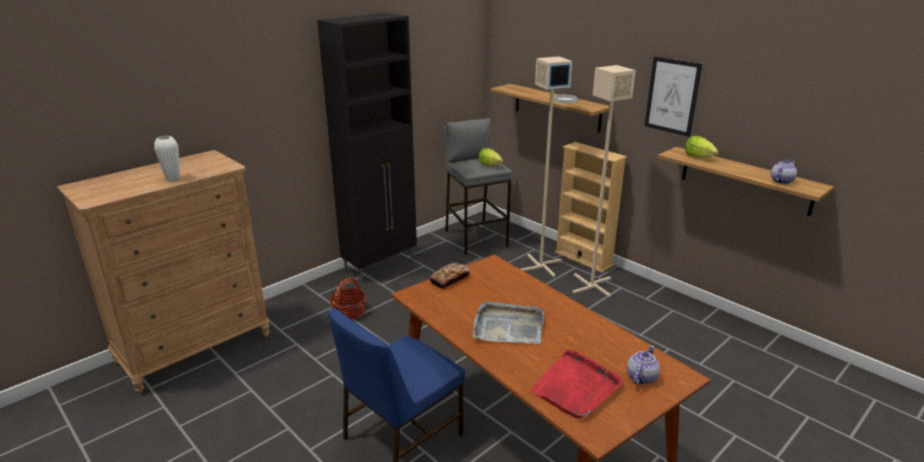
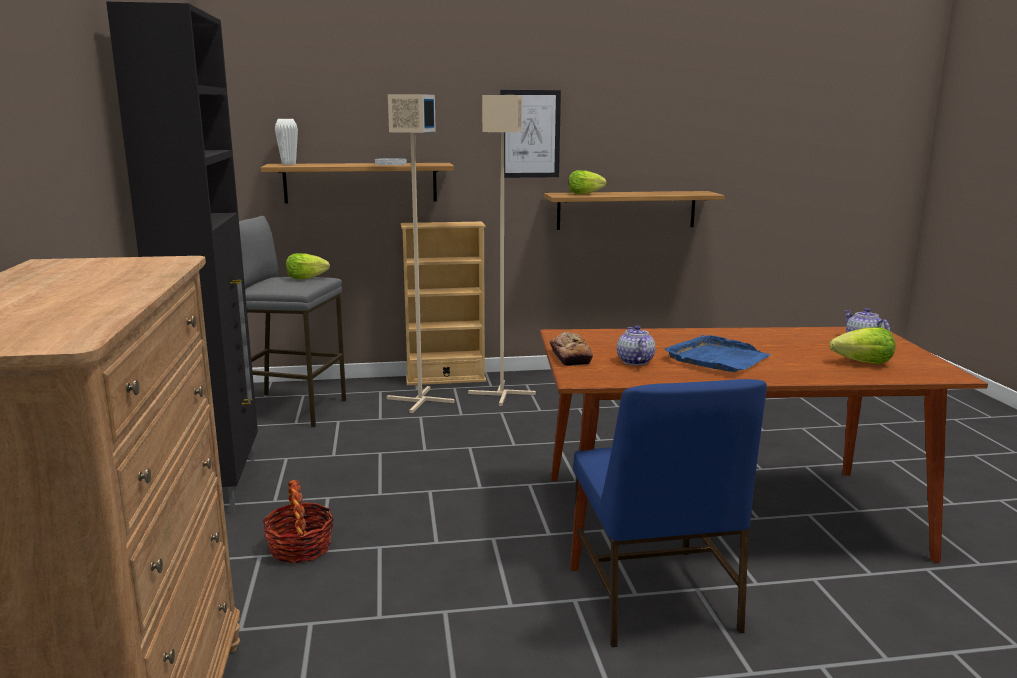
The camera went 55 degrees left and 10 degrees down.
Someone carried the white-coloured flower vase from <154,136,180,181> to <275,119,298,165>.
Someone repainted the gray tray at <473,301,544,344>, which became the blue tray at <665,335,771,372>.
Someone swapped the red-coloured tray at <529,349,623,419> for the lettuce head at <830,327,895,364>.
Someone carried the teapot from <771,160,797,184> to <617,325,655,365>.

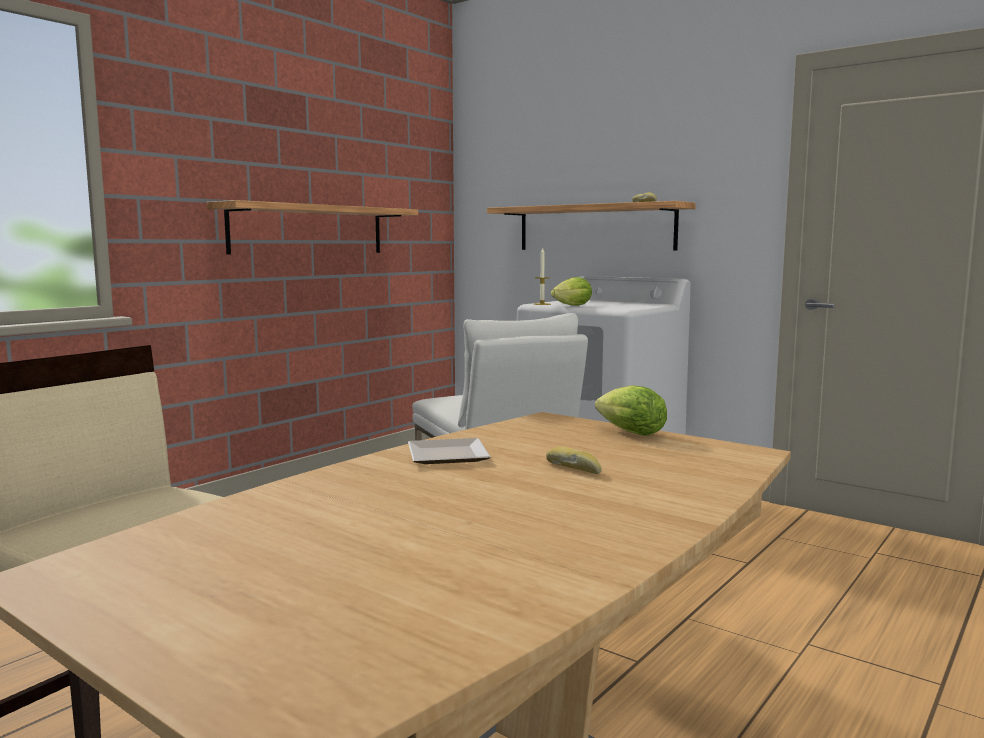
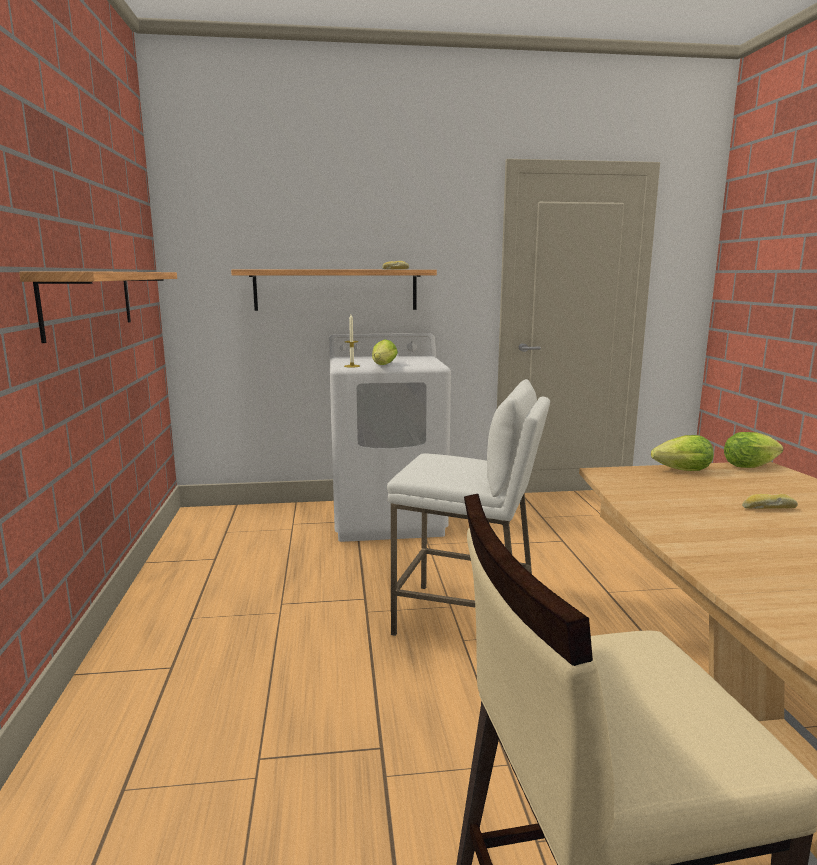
The camera went 45 degrees left and 5 degrees up.
Someone took away the dinner plate at <408,438,491,464>.
Someone put down the lettuce head at <724,432,783,468>.

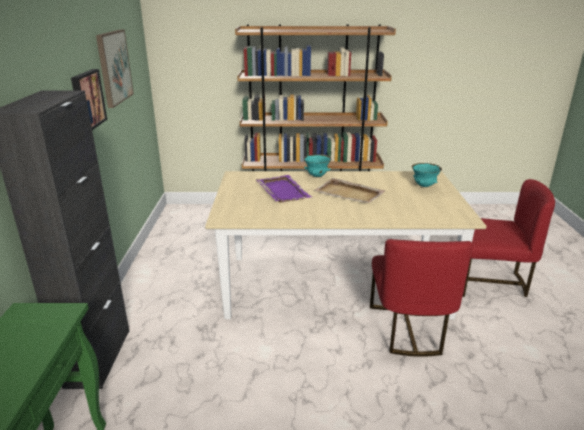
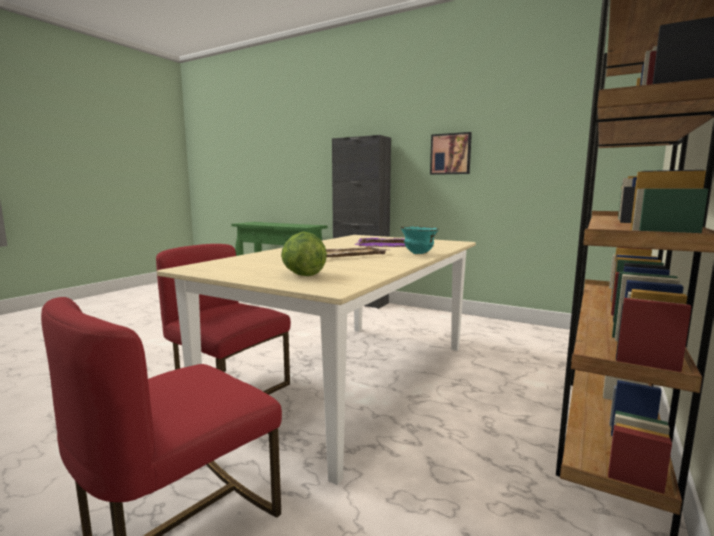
The camera went 120 degrees right and 15 degrees down.
Someone took away the picture at <96,30,134,108>.
Someone swapped the blue-green serving bowl at <412,163,442,187> for the lettuce head at <281,232,327,276>.

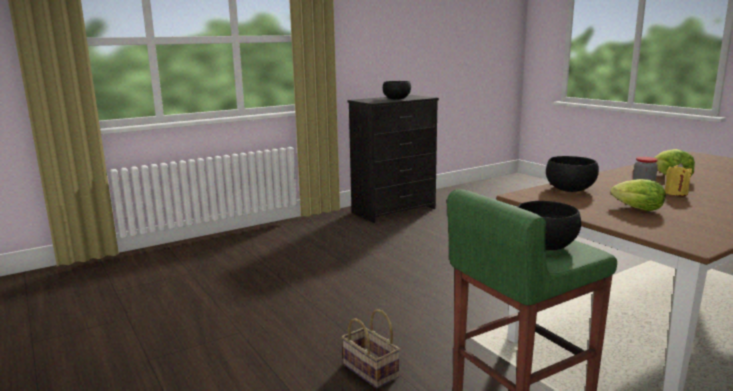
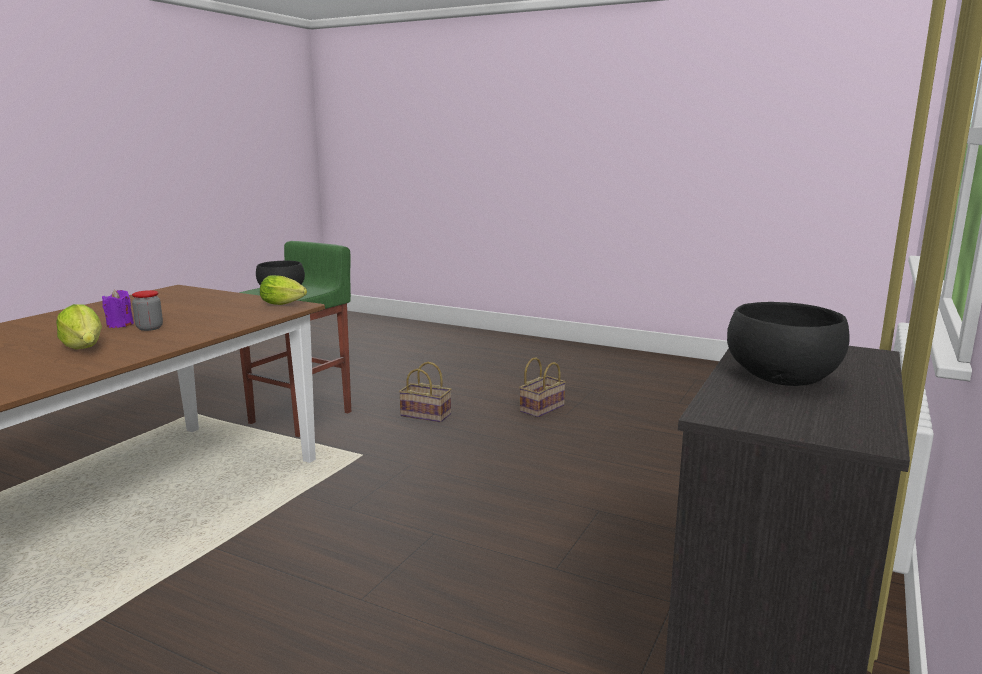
The camera went 150 degrees right and 0 degrees up.
Someone took away the black-coloured serving bowl at <546,156,599,192>.
Someone carried the lettuce head from <611,179,666,211> to <260,275,307,305>.
Someone repainted the yellowish candle at <665,163,692,196>, which became the purple-coloured candle at <102,289,134,328>.
Someone put down the household basket at <519,357,566,418>.

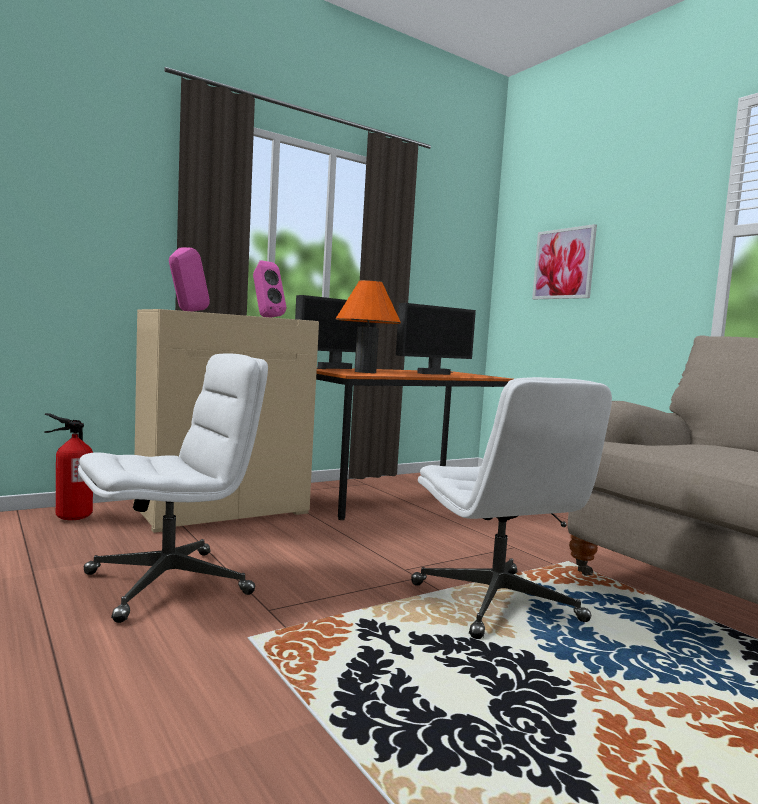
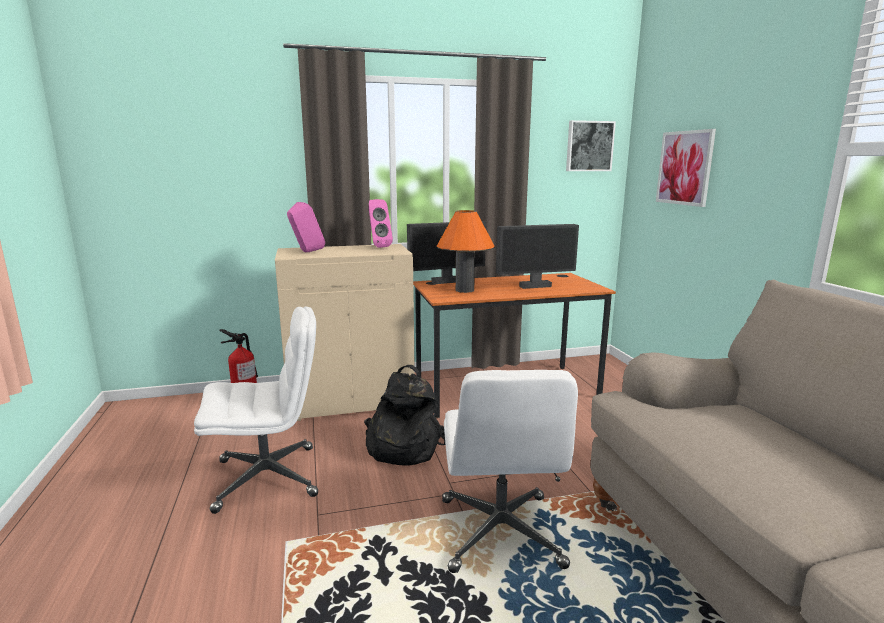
The camera went 20 degrees right and 10 degrees up.
Someone put down the black-coloured knapsack at <364,365,445,465>.
Someone put up the picture at <566,120,616,171>.

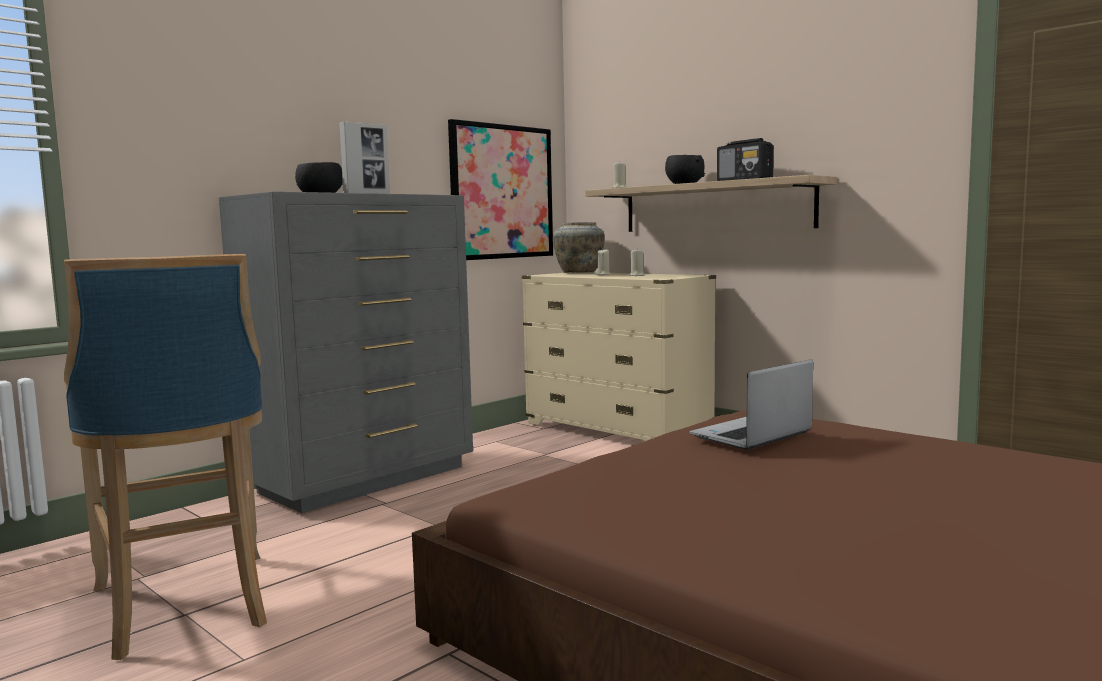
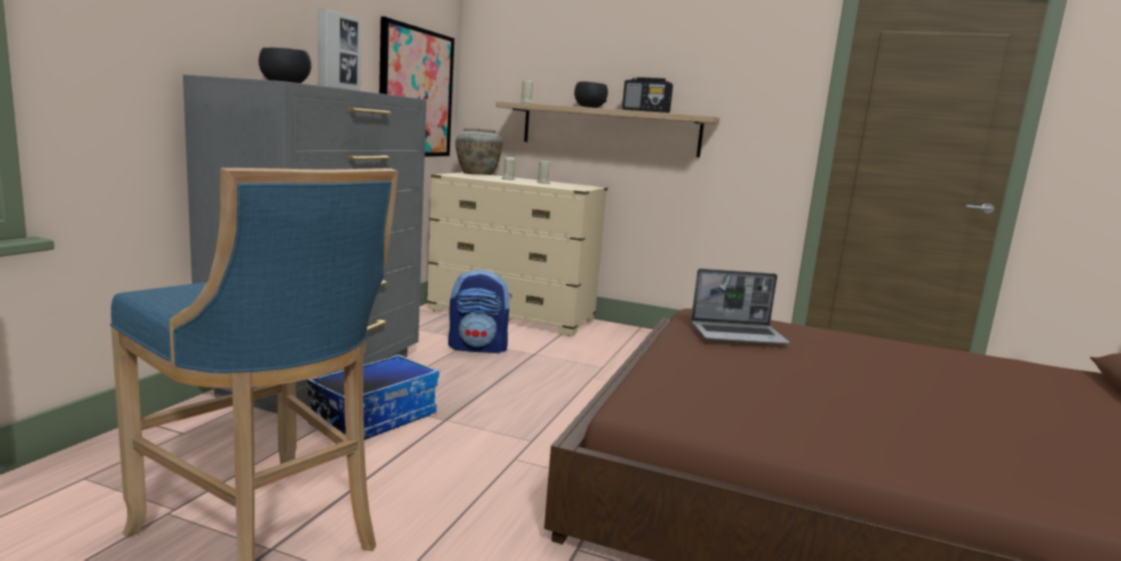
The camera went 25 degrees left and 5 degrees up.
Someone rotated the portable computer at <690,359,813,450> by 120 degrees counterclockwise.
Someone put down the storage bin at <307,354,439,440>.
Someone put down the knapsack at <448,270,512,353>.

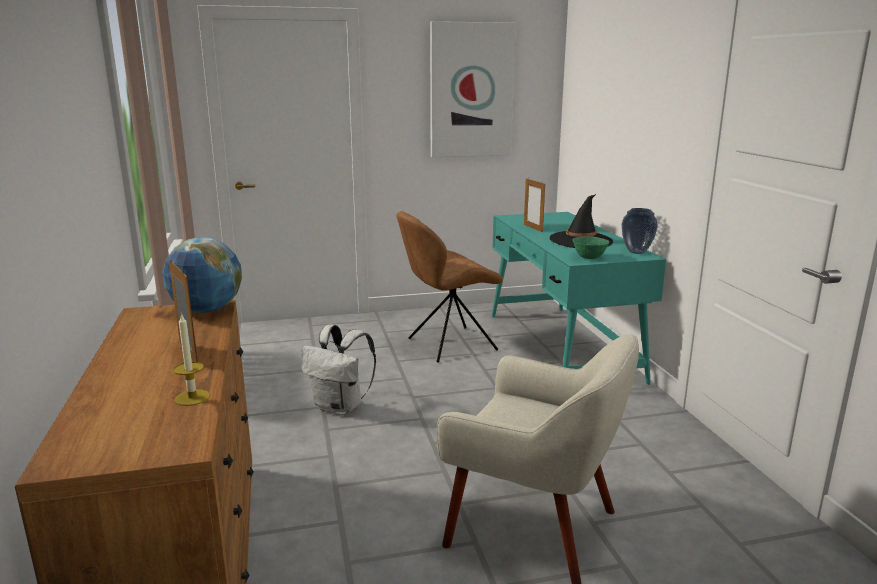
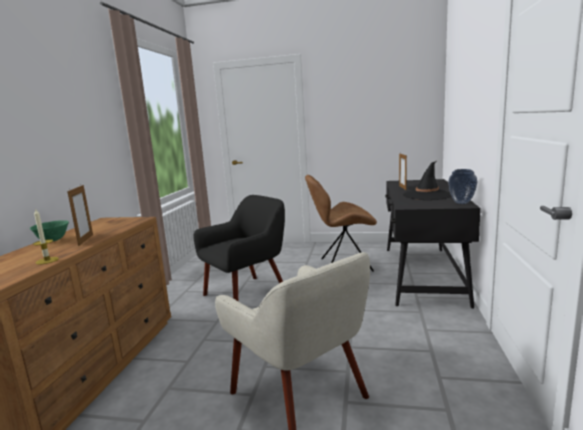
The camera went 25 degrees right and 5 degrees down.
Someone took away the globe at <162,237,242,313>.
Someone swapped the white-coloured knapsack at <301,324,376,415> for the black-coloured easy chair at <194,195,285,301>.
Someone took away the picture at <430,21,516,157>.
Someone repainted the blue-green desk at <492,212,666,385>, which became the black-coloured desk at <385,179,481,308>.
Someone carried the green-coloured serving bowl from <572,236,609,259> to <30,220,69,241>.

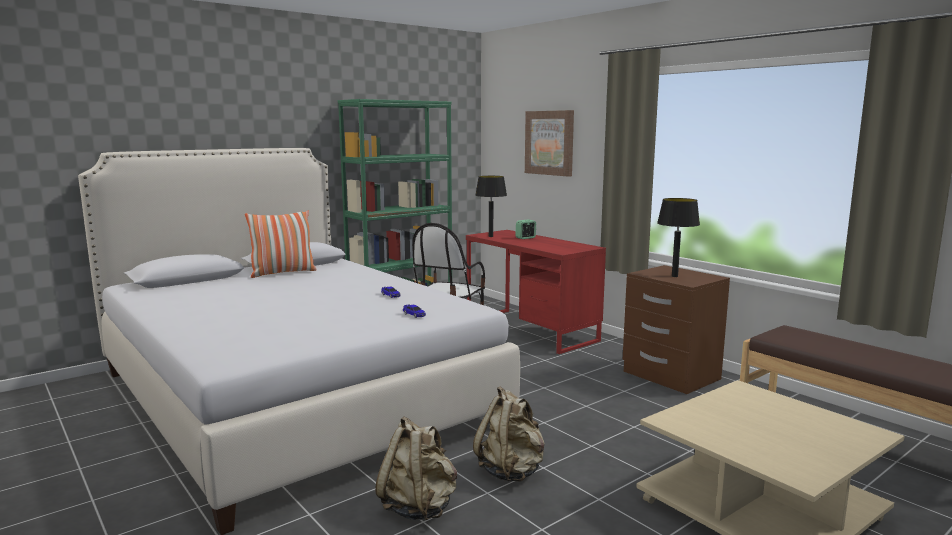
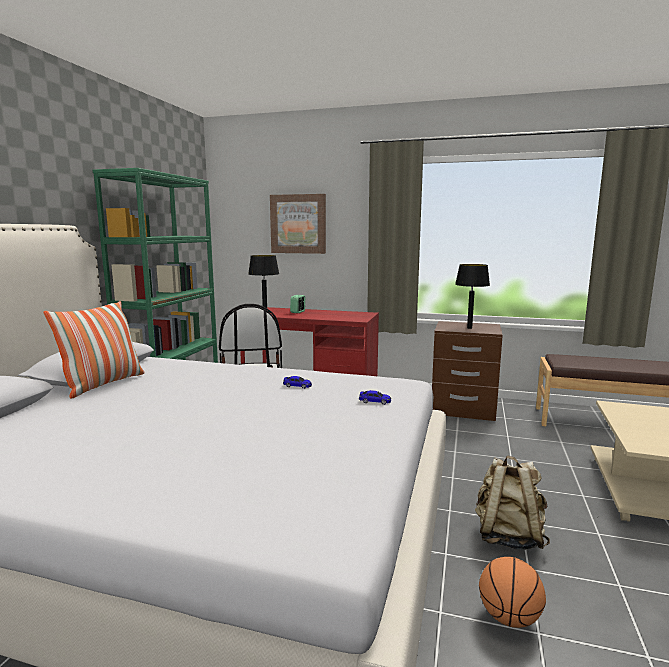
The camera went 35 degrees left and 0 degrees up.
Someone swapped the beige-coloured knapsack at <375,416,457,520> for the basketball at <479,557,546,628>.

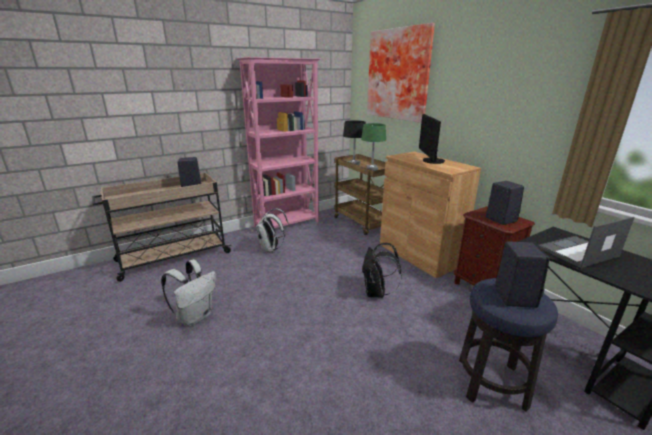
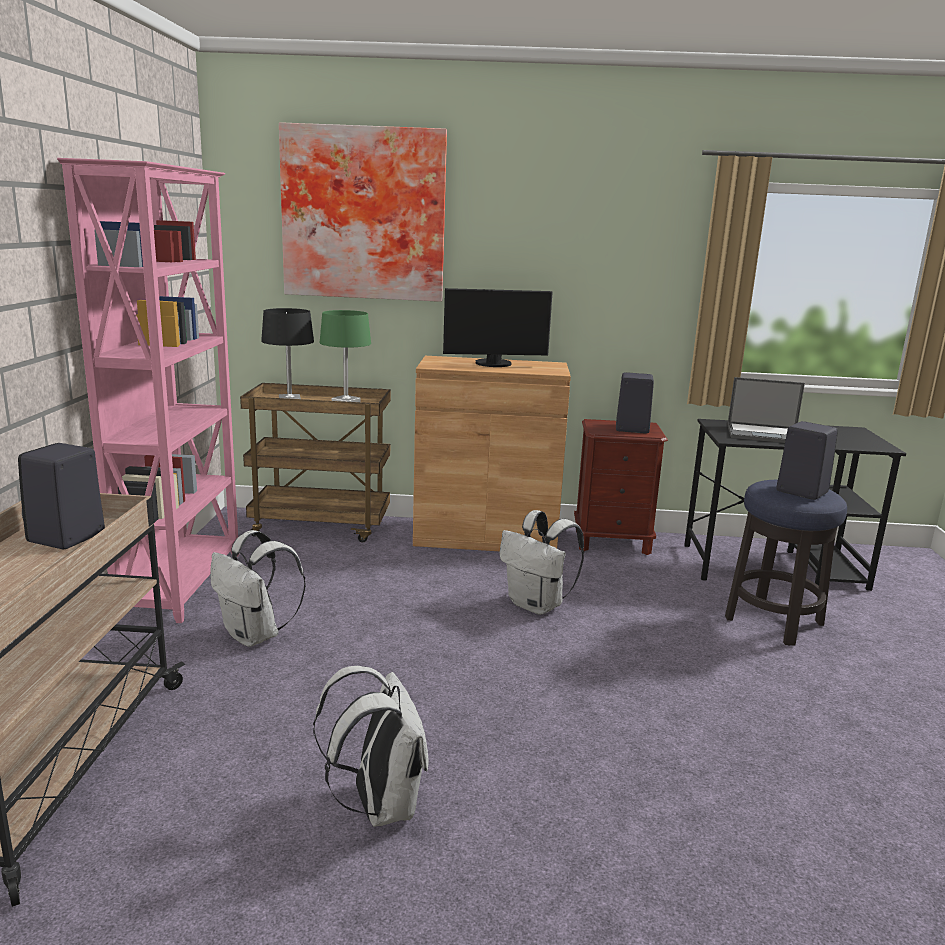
The camera went 55 degrees left and 5 degrees down.
Someone repainted the black-coloured knapsack at <362,243,402,298>, which became the white-coloured knapsack at <499,510,584,615>.
Someone rotated the monitor at <419,114,445,164> by 45 degrees counterclockwise.
Someone rotated the portable computer at <538,217,635,268> by 90 degrees counterclockwise.

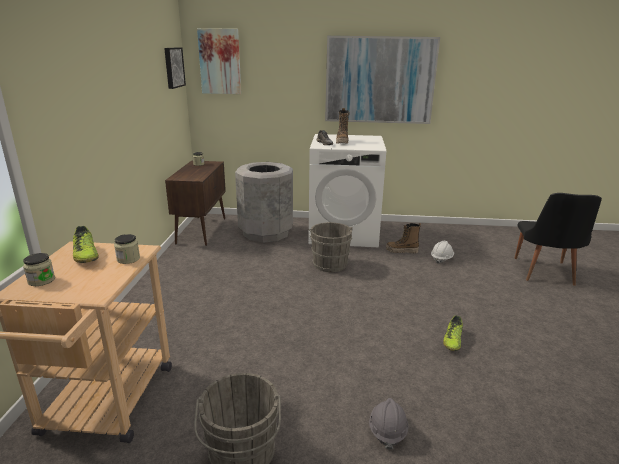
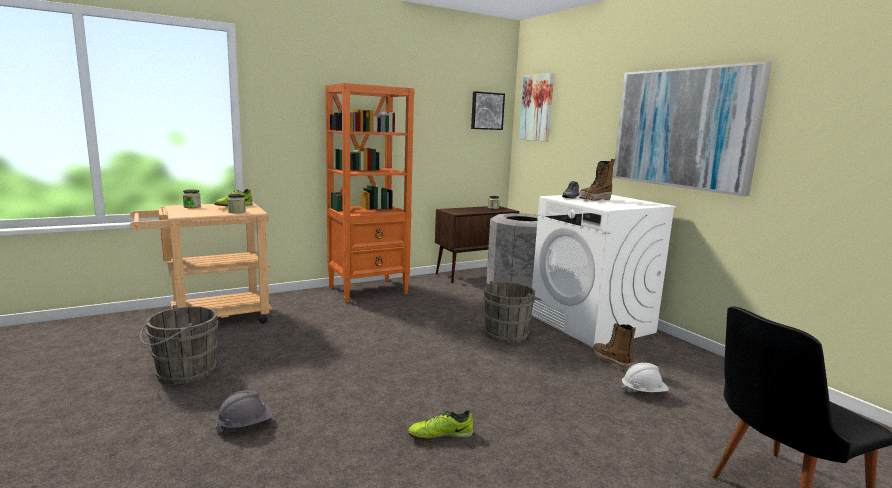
The camera went 55 degrees right and 10 degrees down.
Someone put down the orangey bookshelf at <325,83,415,302>.

